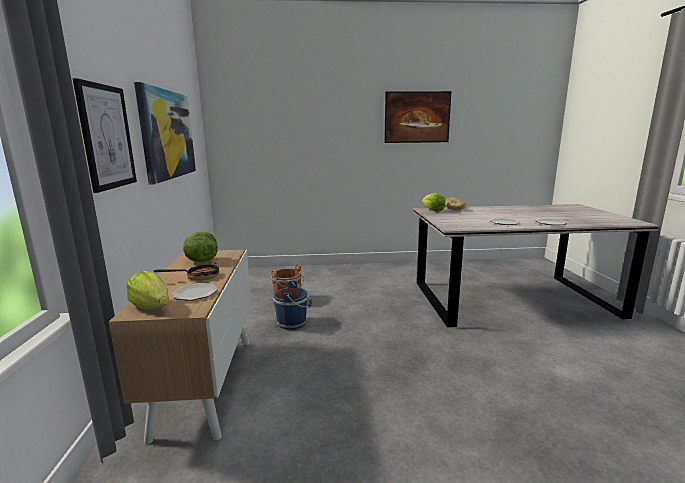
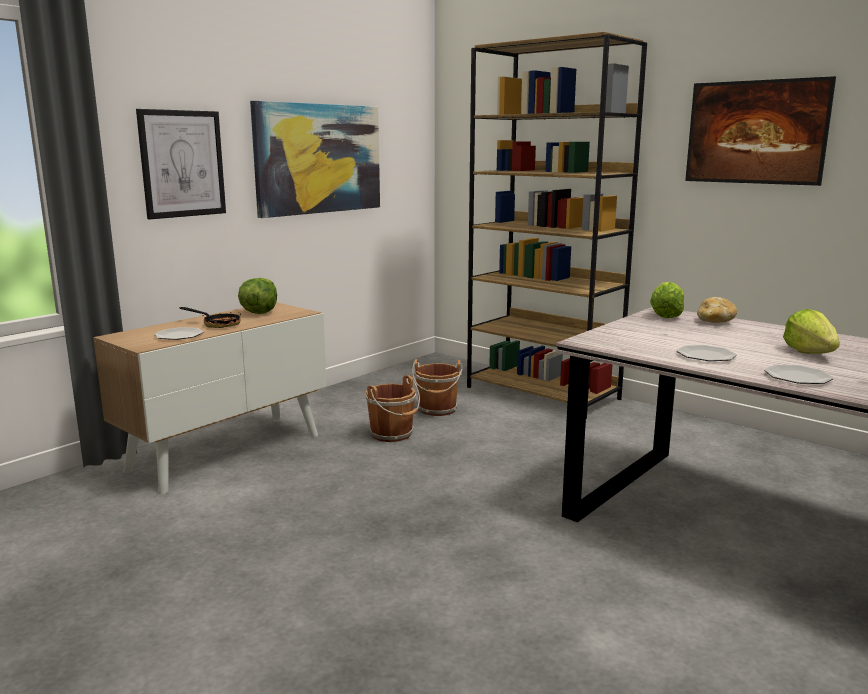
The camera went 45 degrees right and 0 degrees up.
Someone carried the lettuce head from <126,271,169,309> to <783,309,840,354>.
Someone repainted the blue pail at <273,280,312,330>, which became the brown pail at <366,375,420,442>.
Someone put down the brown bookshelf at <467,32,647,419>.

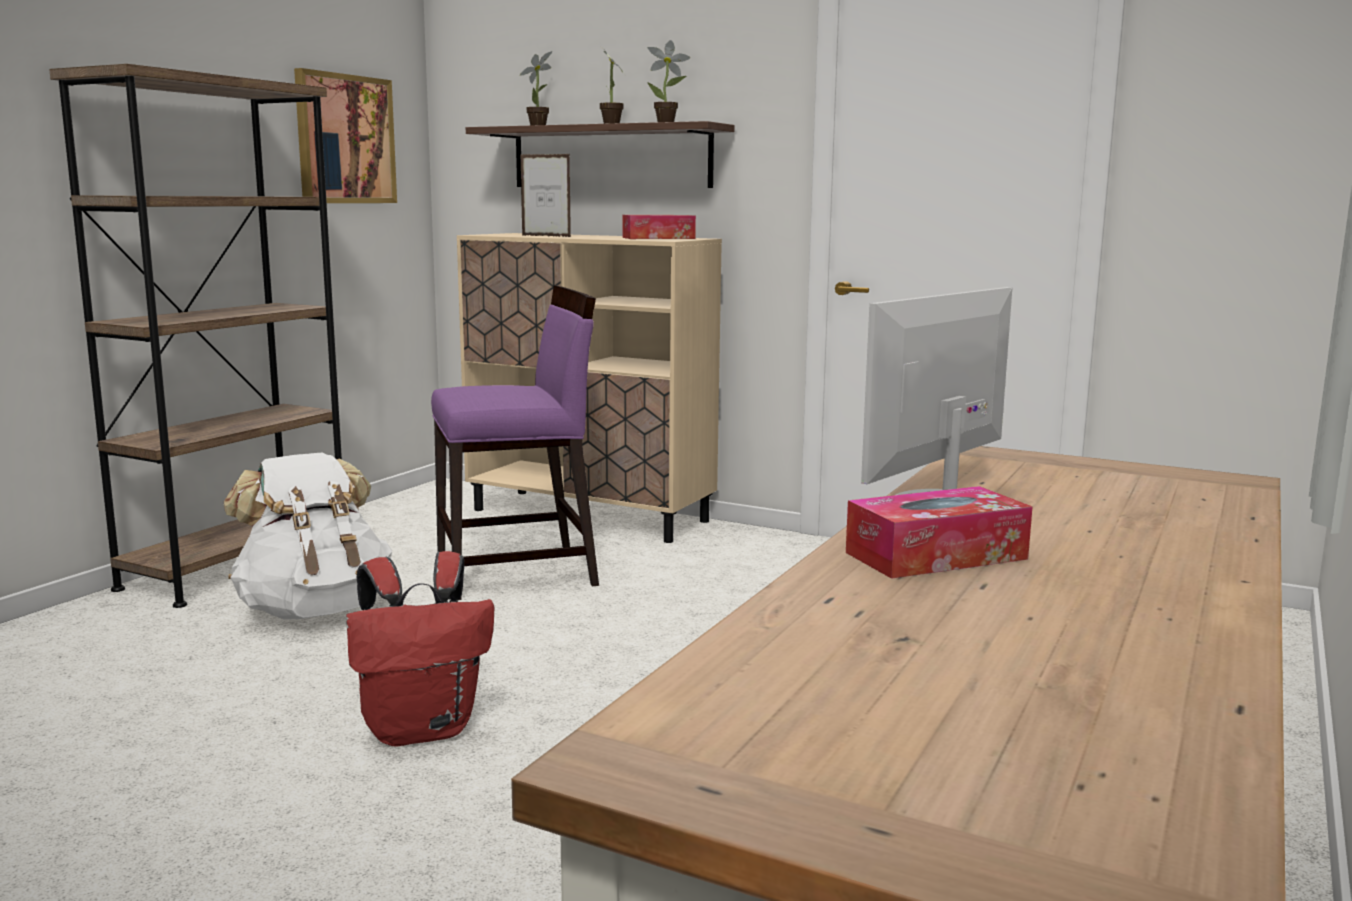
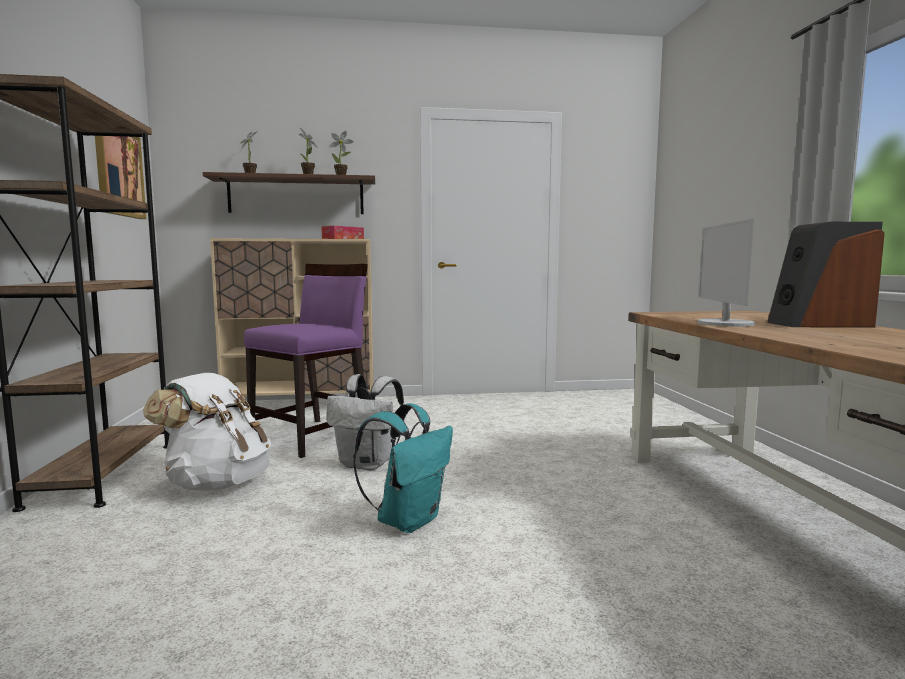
The camera went 35 degrees left and 5 degrees down.
Someone repainted the red-coloured knapsack at <346,551,494,747>, which became the blue-green knapsack at <353,403,453,533>.
Someone took away the photo frame at <521,154,571,237>.
Someone took away the tissue box at <846,486,1033,579>.
Someone put down the white-coloured knapsack at <326,374,404,470>.
Someone put down the audio speaker at <767,222,885,328>.

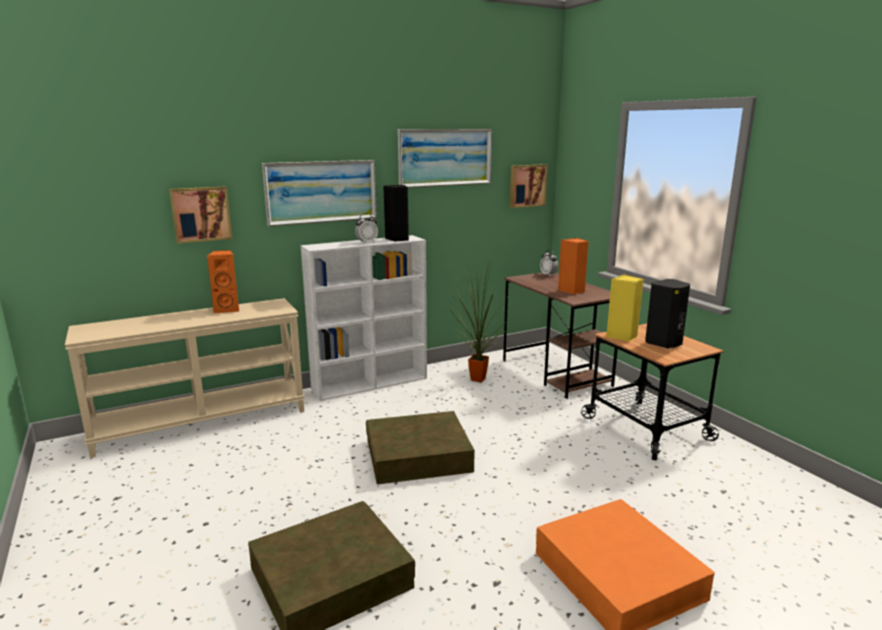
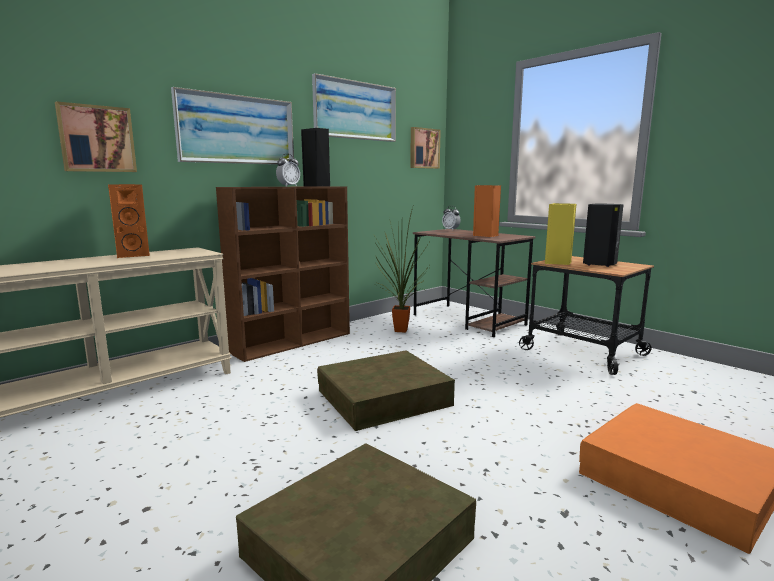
The camera went 15 degrees left and 5 degrees down.
Someone repainted the white-coloured bookshelf at <301,235,427,401>, which became the brown bookshelf at <216,186,350,362>.

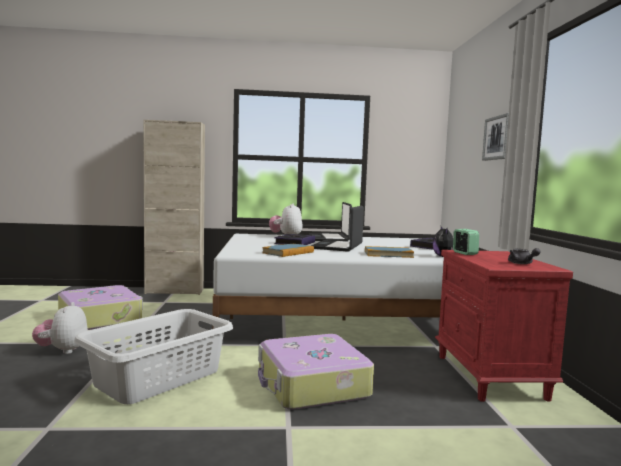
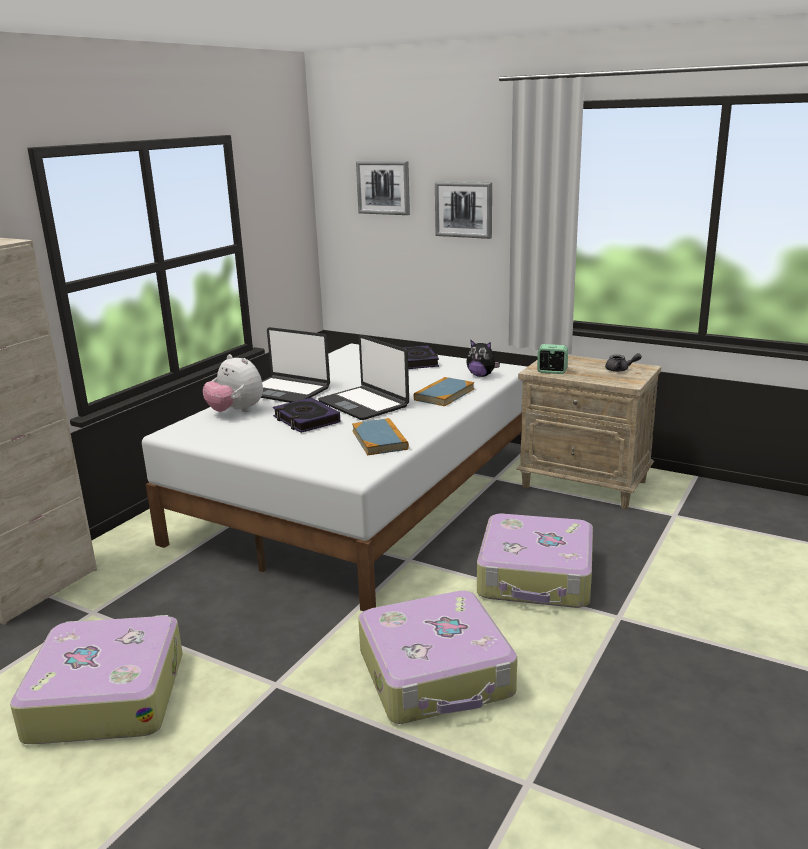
The camera went 55 degrees left and 15 degrees up.
Someone took away the soft toy at <32,302,88,354>.
Someone swapped the gray washing basket at <74,309,233,404> for the suitcase at <358,590,517,724>.
Someone repainted the red-coloured night table at <435,250,573,402>, which became the beige-coloured night table at <516,355,661,509>.
Someone put up the picture at <356,161,410,215>.

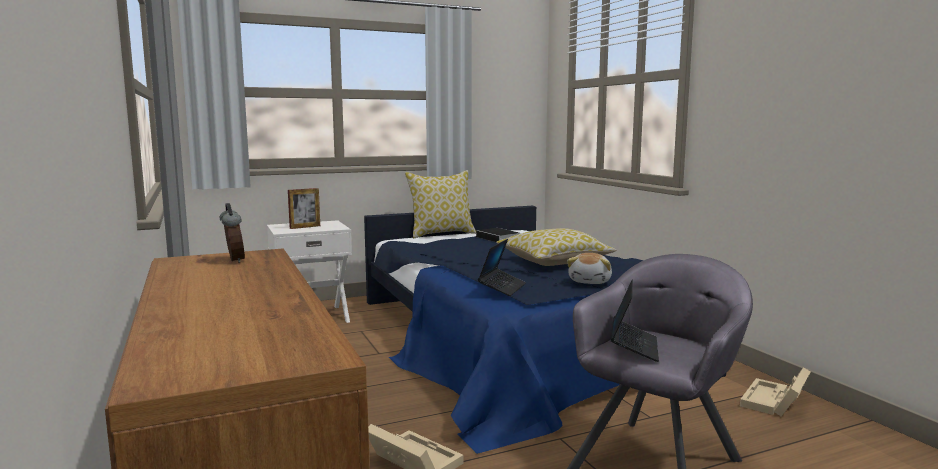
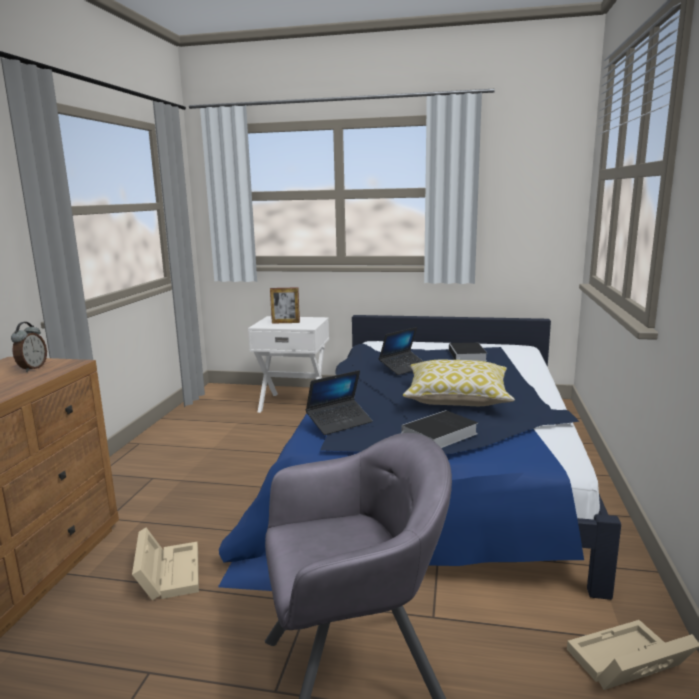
The camera went 35 degrees right and 5 degrees up.
Someone took away the cushion at <405,170,476,238>.
Someone swapped the soft toy at <567,253,612,284> for the bound book at <401,410,478,448>.
Someone carried the portable computer from <611,280,659,362> to <378,327,424,375>.

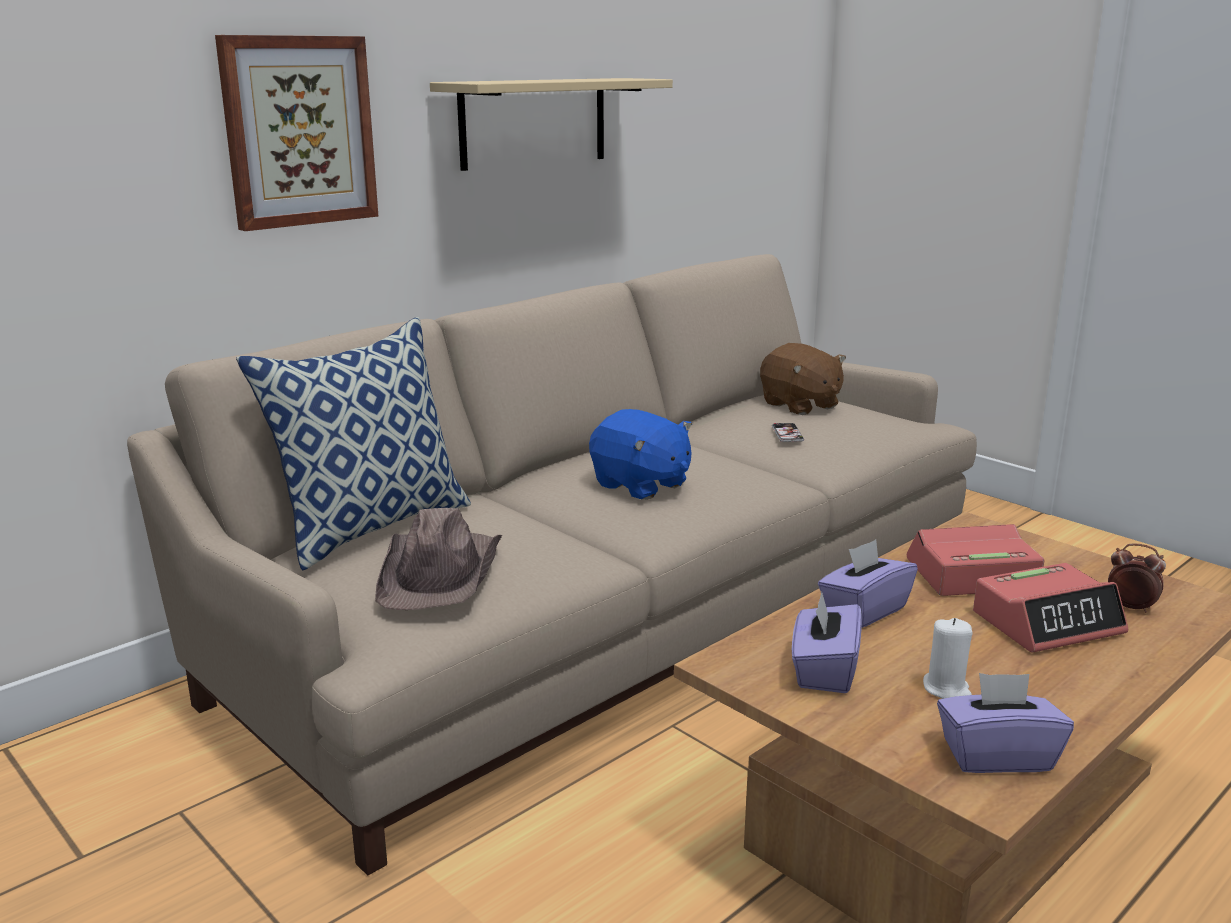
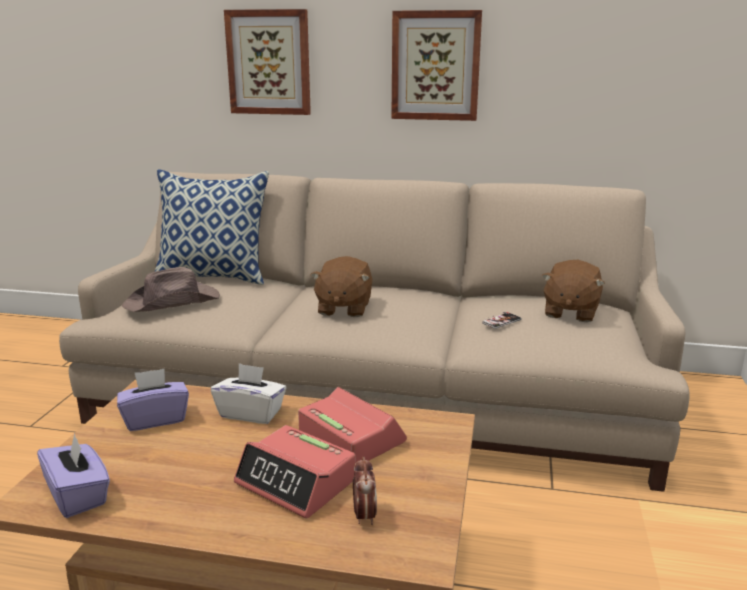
The camera went 55 degrees right and 0 degrees up.
Someone swapped the beige-coloured bracket shelf at <430,78,673,171> for the picture at <391,10,482,121>.
Someone repainted the blue soft toy at <589,409,692,500>, which became the brown soft toy at <311,256,372,317>.
Someone repainted the purple-coloured tissue box at <818,540,918,628>, which became the white-coloured tissue box at <211,363,286,424>.
Someone took away the white-coloured candle at <923,618,973,699>.

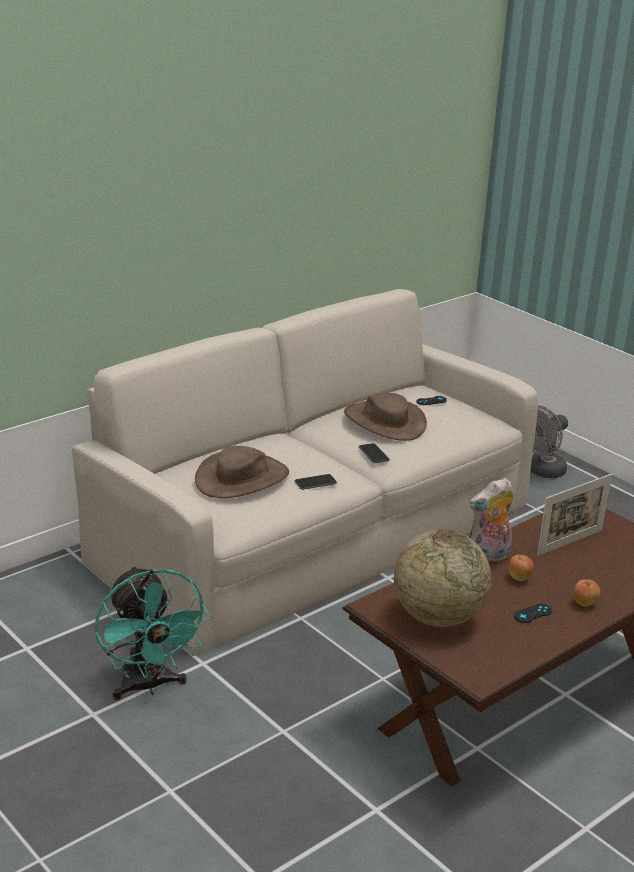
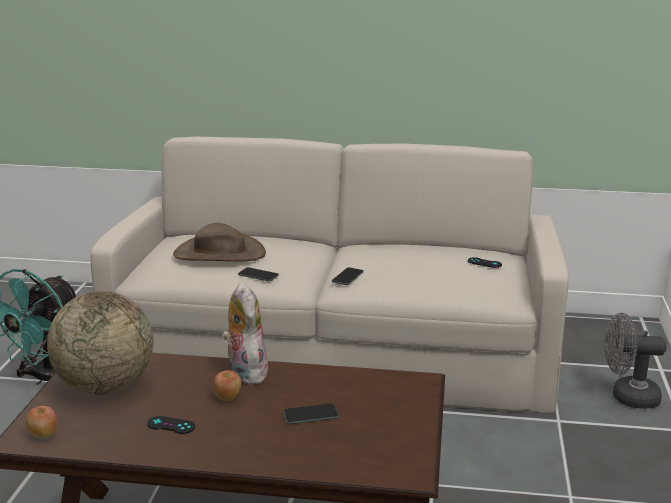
The camera went 50 degrees right and 5 degrees down.
Someone took away the brown clothing hat at <344,393,427,441>.
Someone rotated the soft toy at <470,478,514,562> by 45 degrees clockwise.
Someone took away the photo frame at <537,474,612,556>.
Someone carried the whole apple from <573,579,600,606> to <26,406,57,439>.
Someone put down the handset at <283,403,339,424>.

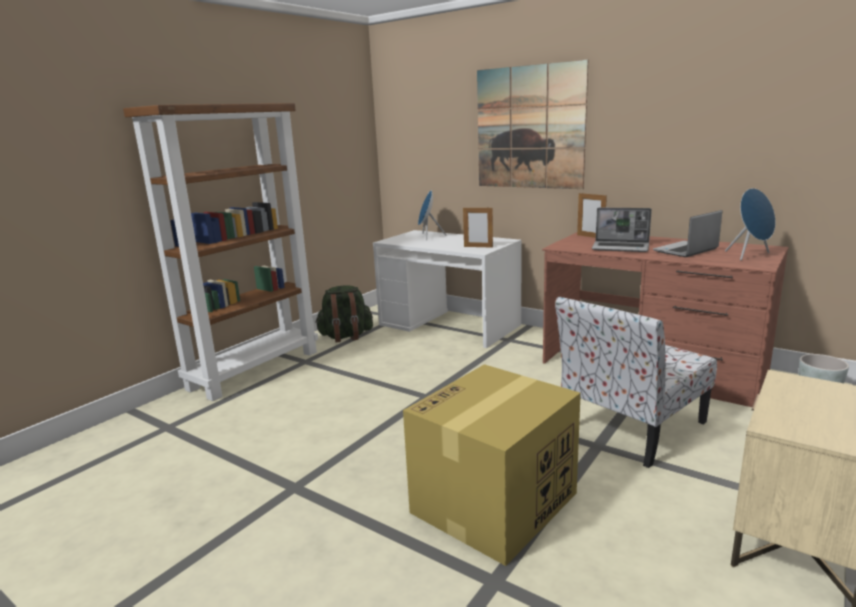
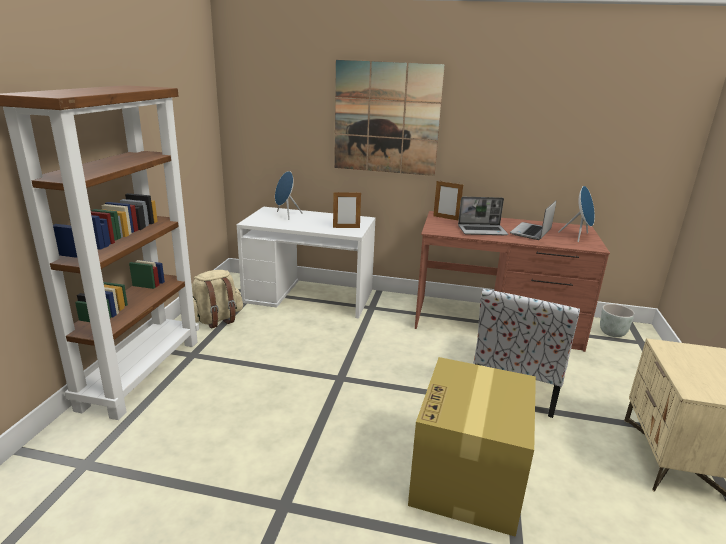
The camera went 25 degrees left and 5 degrees up.
Someone repainted the green-coloured knapsack at <315,285,373,343>, which became the beige-coloured knapsack at <192,270,243,328>.

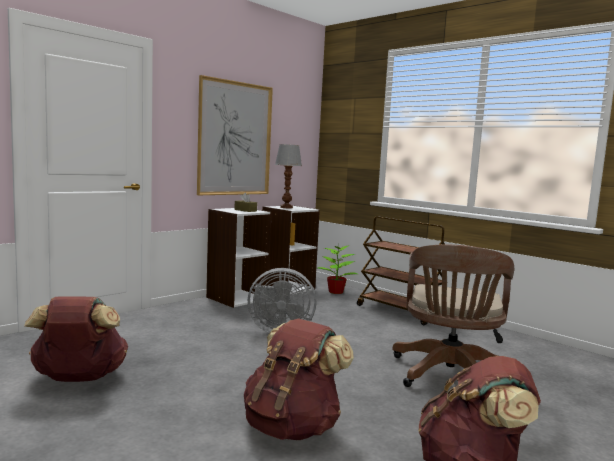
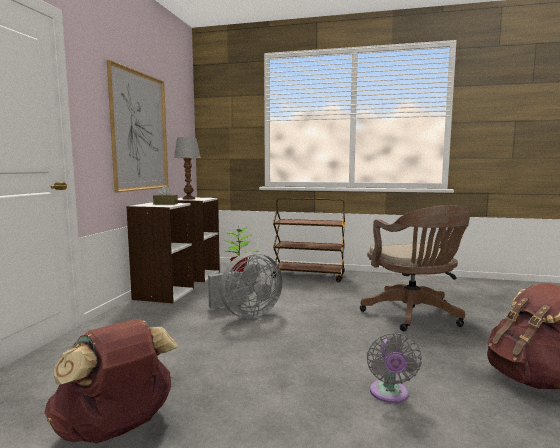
The camera went 30 degrees left and 0 degrees up.
Someone swapped the brown knapsack at <244,318,354,440> for the gray fan at <367,333,422,403>.

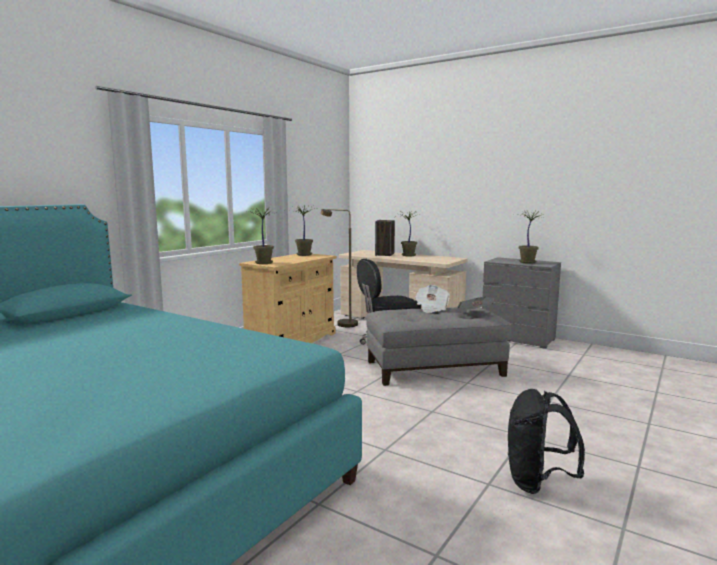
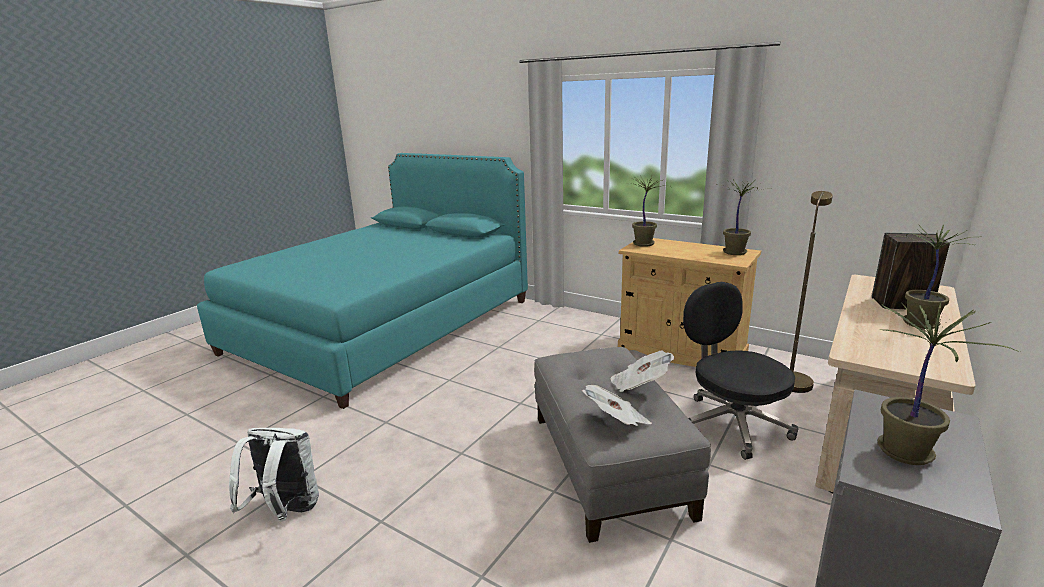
The camera went 90 degrees right and 10 degrees up.
Someone repainted the black-coloured knapsack at <508,389,585,494>, which became the white-coloured knapsack at <229,428,319,522>.

